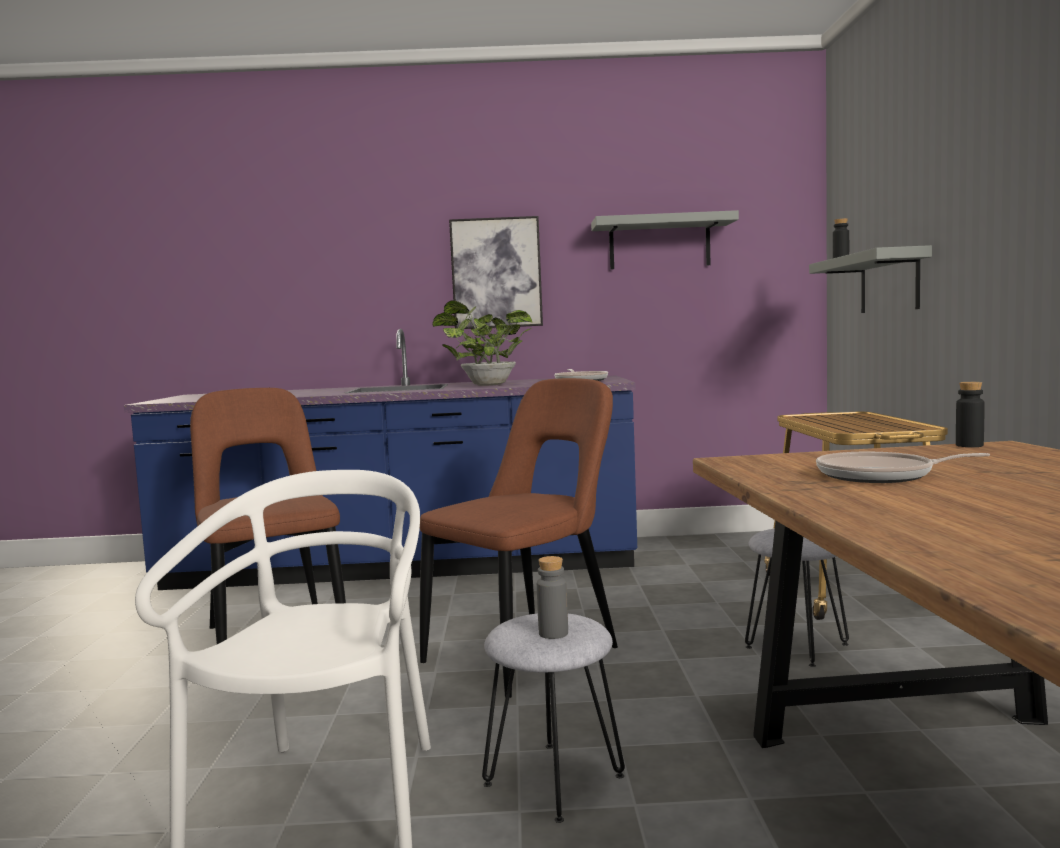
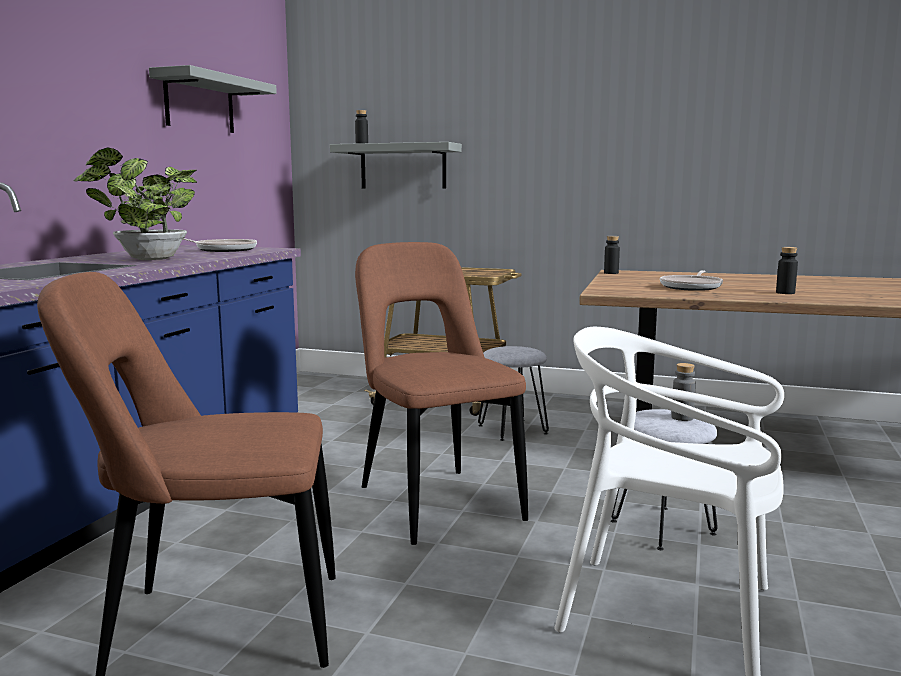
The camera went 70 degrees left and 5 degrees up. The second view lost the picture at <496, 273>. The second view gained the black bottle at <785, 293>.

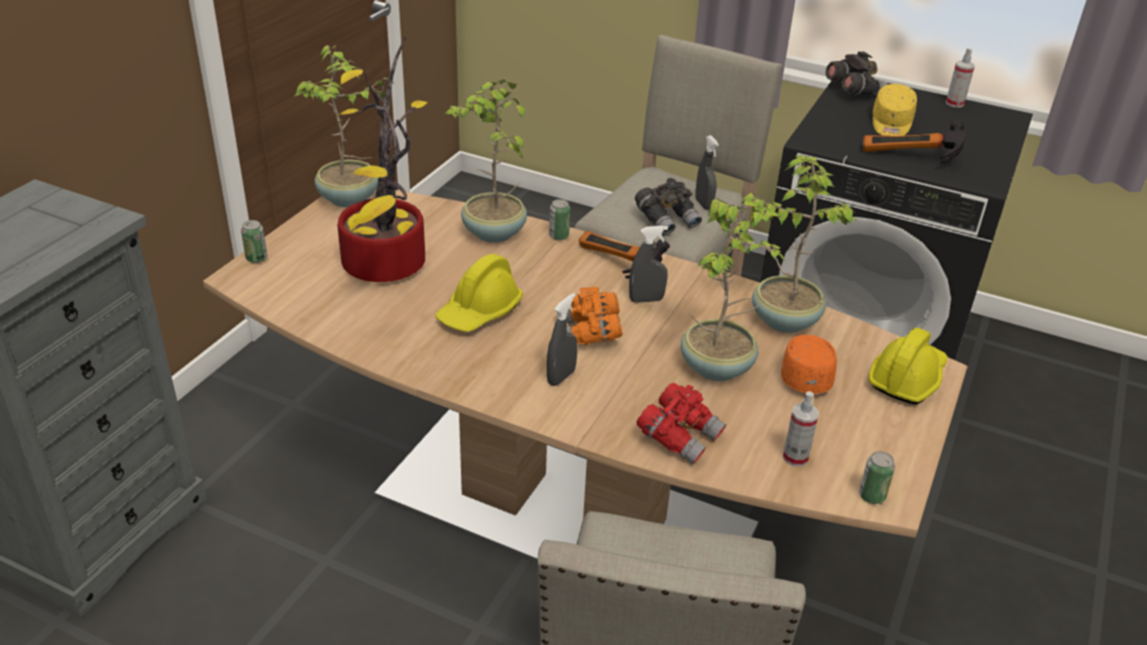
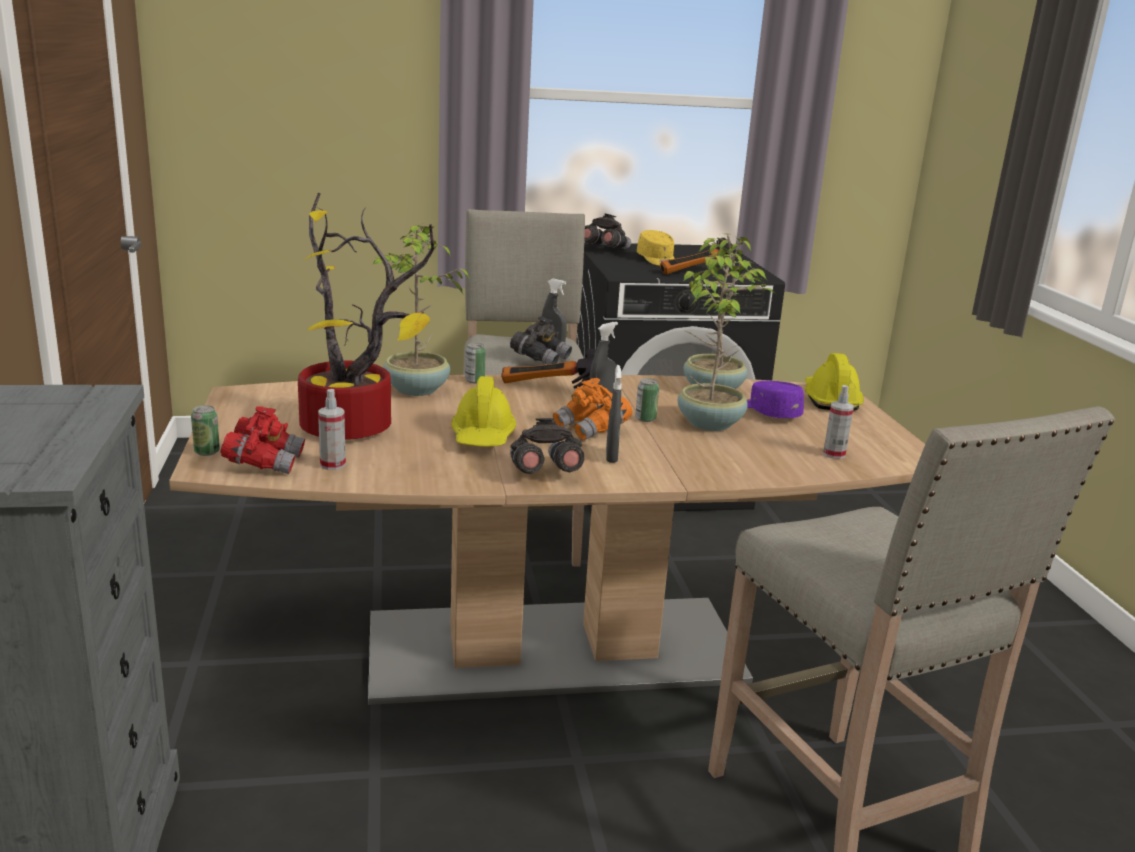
The camera went 35 degrees left and 15 degrees down. The second view lost the potted plant at <349, 199>. The second view gained the grey binoculars at <543, 473>. The red binoculars ended up elsewhere, having gone from <679, 437> to <264, 463>. The can ended up elsewhere, having gone from <871, 496> to <645, 419>. The spray bottle ended up elsewhere, having gone from <954, 103> to <332, 465>. What was the orange cap at <805, 373> turned into the purple cap at <770, 412>.

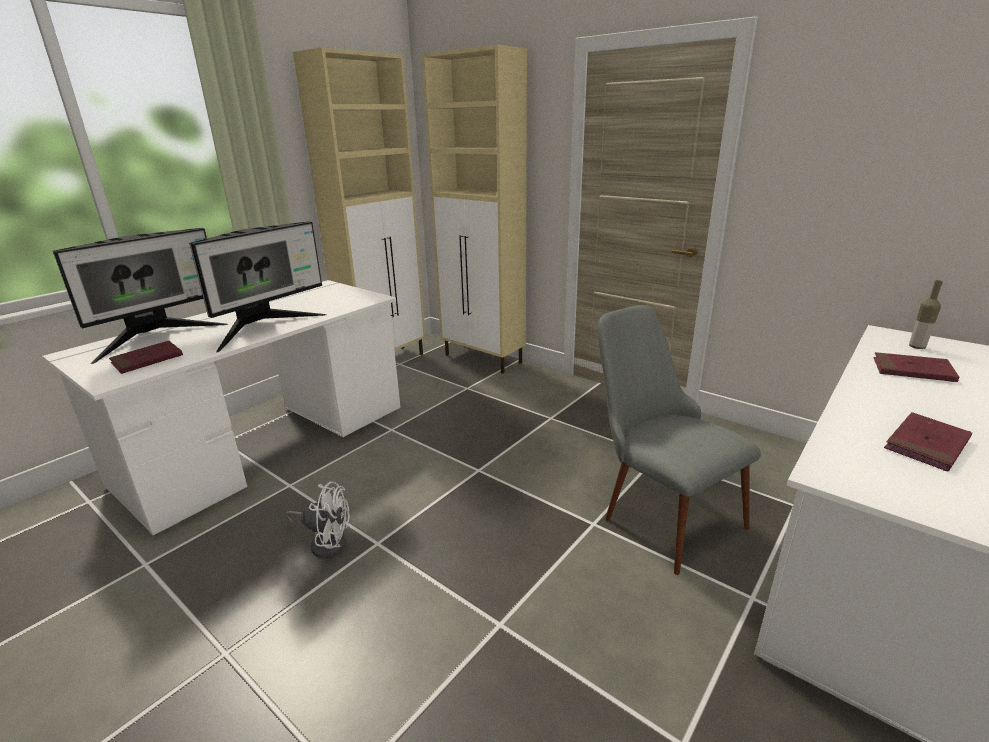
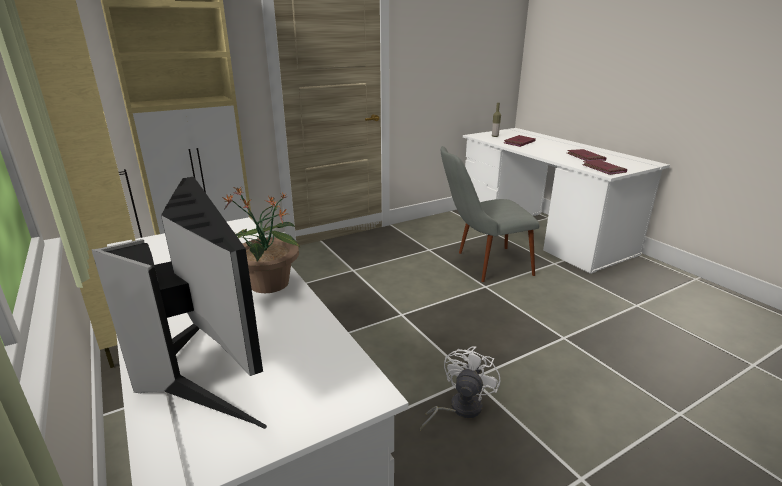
The camera went 70 degrees left and 0 degrees up. The red book ended up elsewhere, having gone from <147, 360> to <603, 169>. Where the monitor stood at <266, 328>, the potted plant came to stand at <269, 284>.

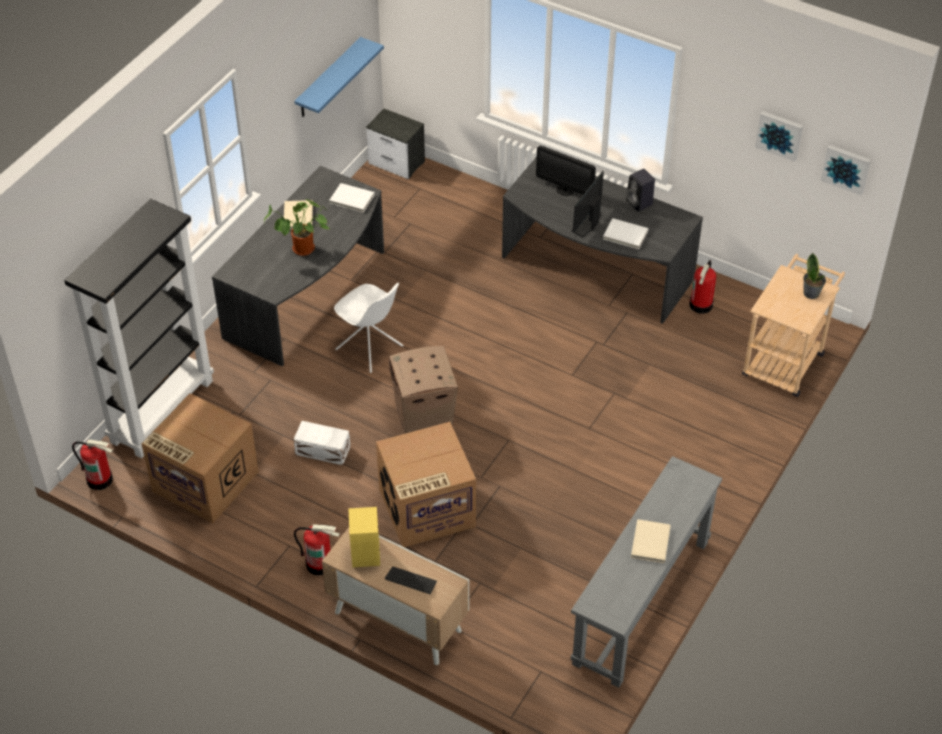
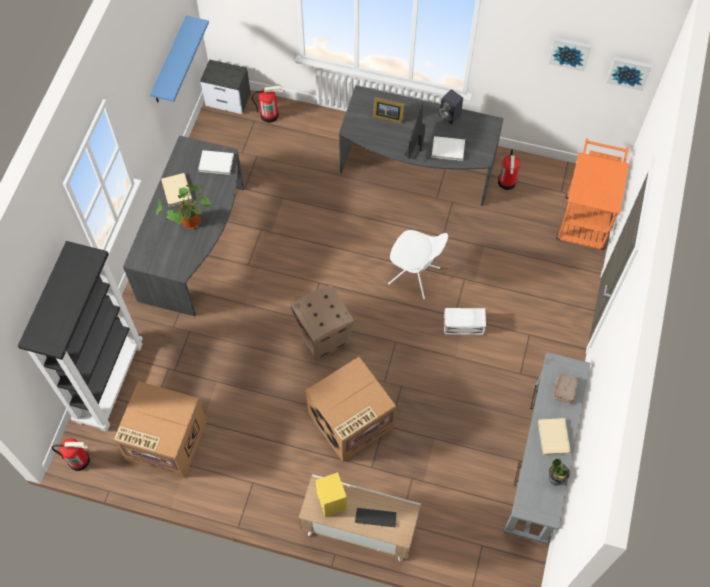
The camera went 15 degrees left and 15 degrees up. The second view gained the brown book at <565, 390>. The white storage box ended up elsewhere, having gone from <323, 451> to <464, 326>. The fire extinguisher ended up elsewhere, having gone from <319, 564> to <269, 115>. The white chair ended up elsewhere, having gone from <370, 348> to <415, 276>. The potted plant ended up elsewhere, having gone from <811, 293> to <556, 478>. Where the monitor stood at <565, 190>, the picture frame came to stand at <387, 116>. What was the beige cart at <786, 359> turned into the orange cart at <585, 217>.

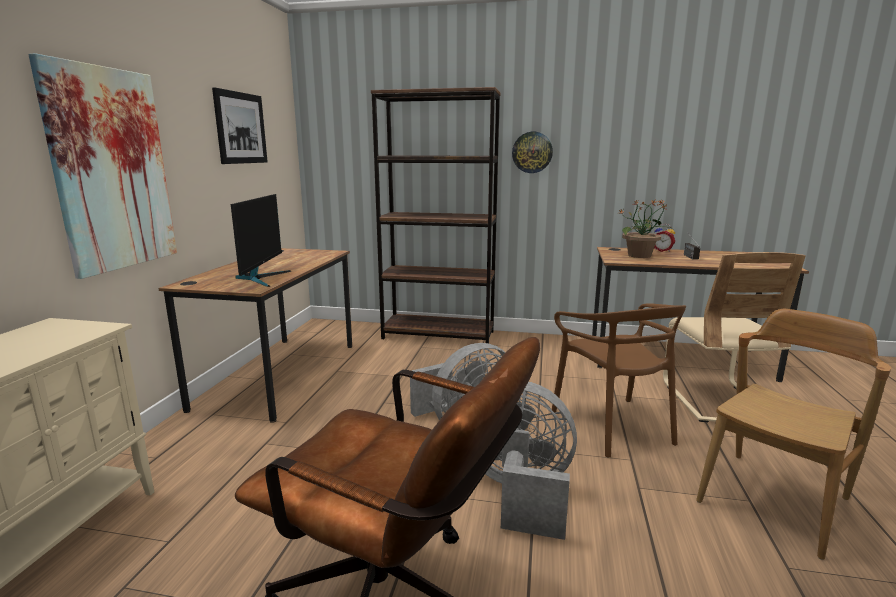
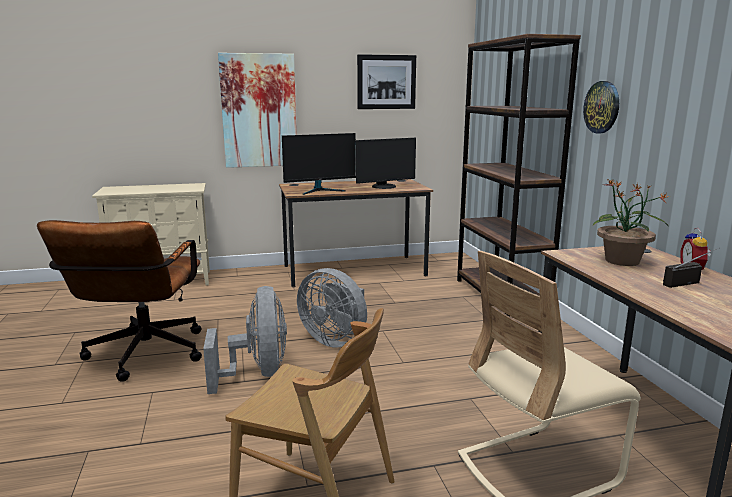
The camera went 65 degrees right and 0 degrees up. The second view lost the brown chair at <613, 425>. The second view gained the monitor at <384, 187>.

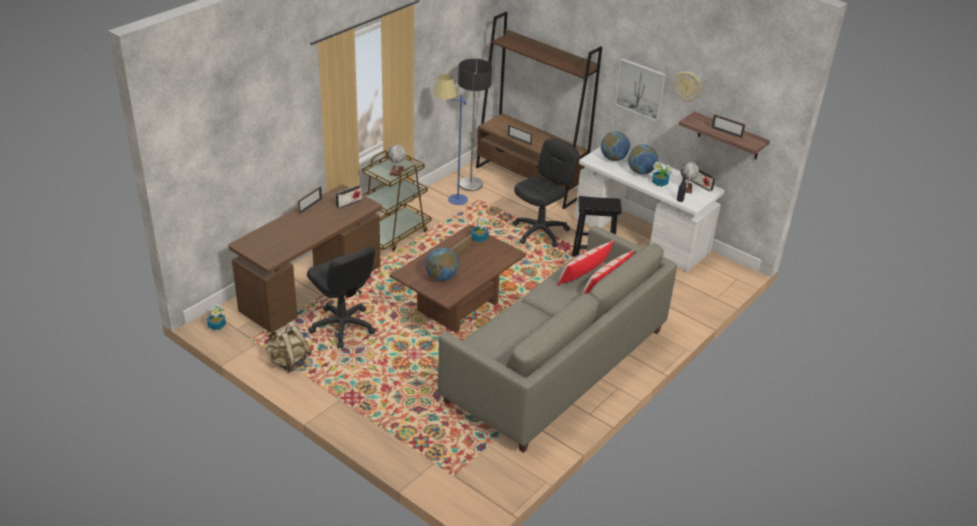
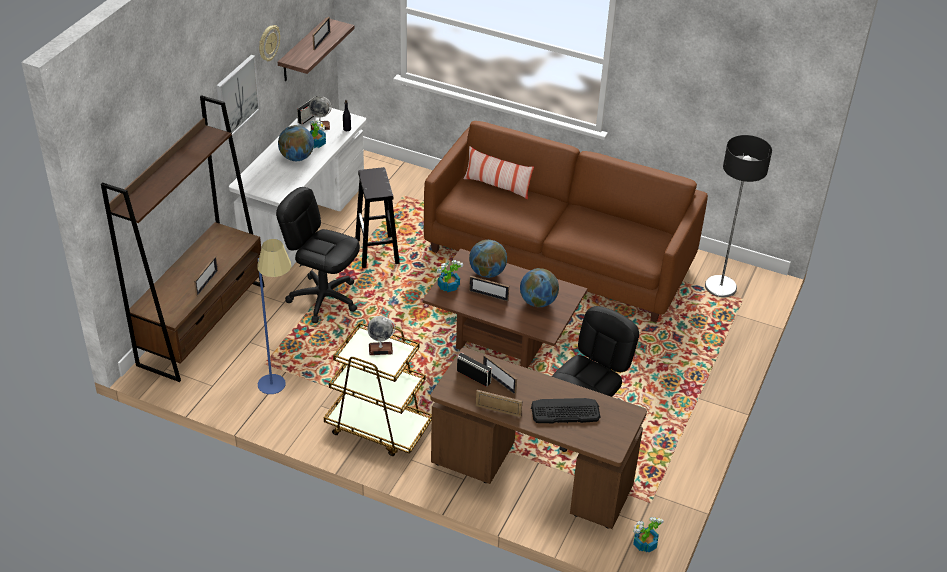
The camera went 105 degrees left and 5 degrees up. The second view lost the beige backpack at <288, 362>. The second view lost the pillow at <583, 274>. The second view gained the picture frame at <499, 382>. The second view gained the keyboard at <565, 411>. The floor lamp ended up elsewhere, having gone from <470, 184> to <720, 287>. The globe ended up elsewhere, having gone from <613, 158> to <487, 273>. What was the grey sofa at <556, 365> turned into the brown sofa at <559, 257>.

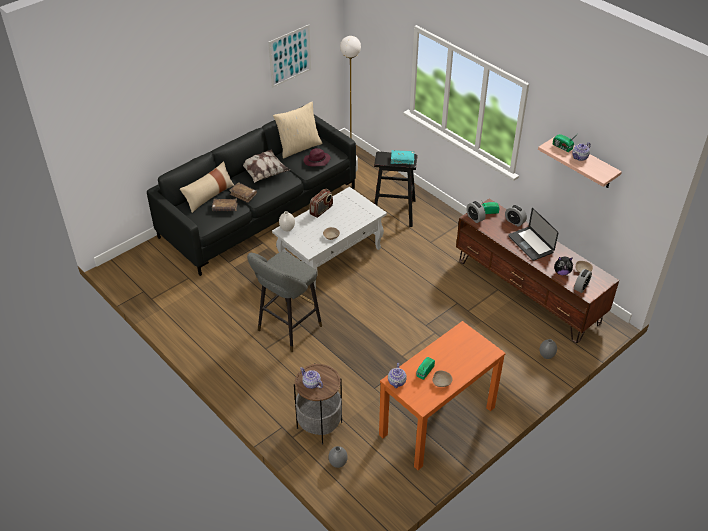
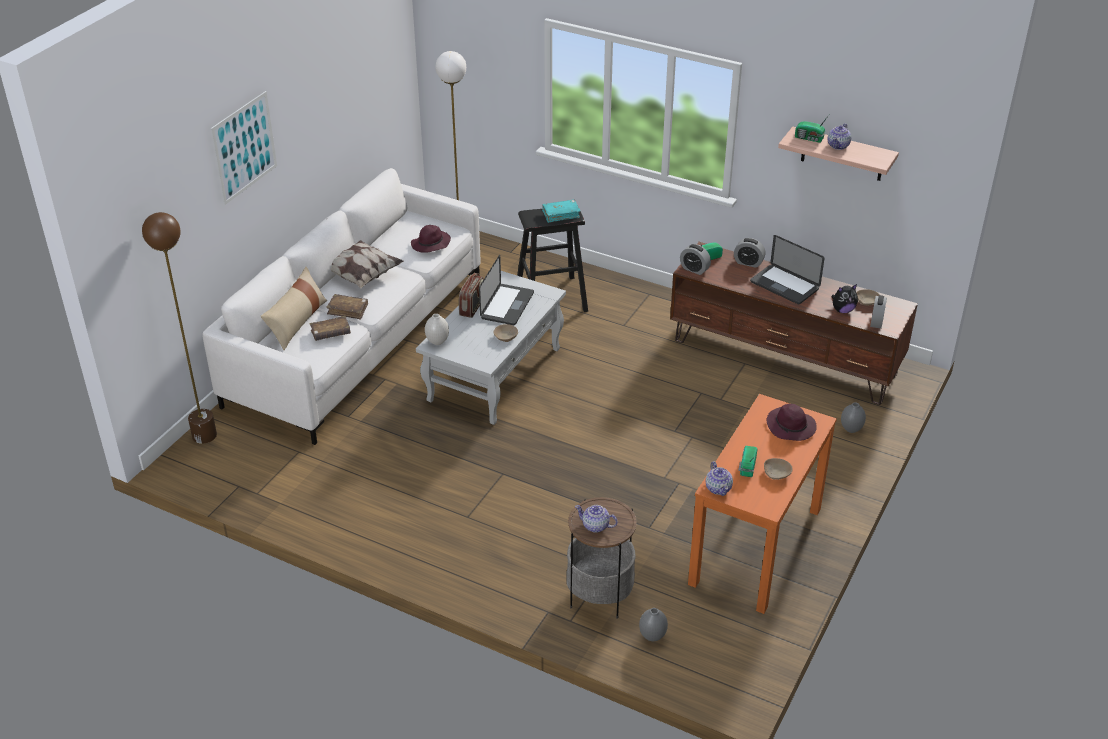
The camera went 20 degrees left and 5 degrees down. The second view lost the grey stool at <287, 330>. The second view lost the beige pillow at <299, 147>. The second view gained the brown floor lamp at <204, 435>. The second view gained the laptop at <507, 305>. The second view gained the purple hat at <791, 427>. The picture ended up elsewhere, having gone from <290, 56> to <244, 147>. What was the black sofa at <259, 212> turned into the white sofa at <357, 340>.

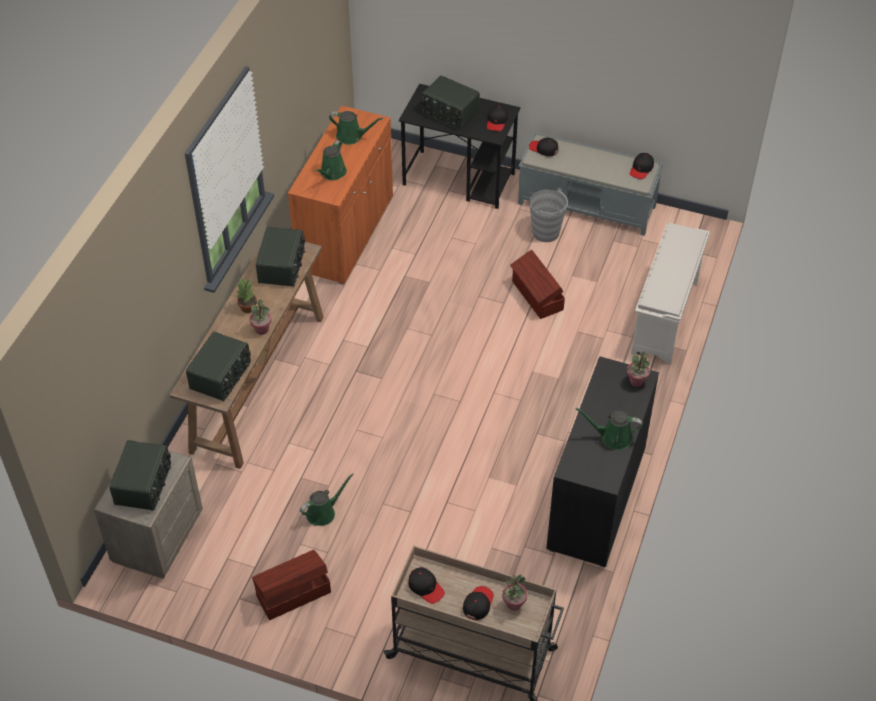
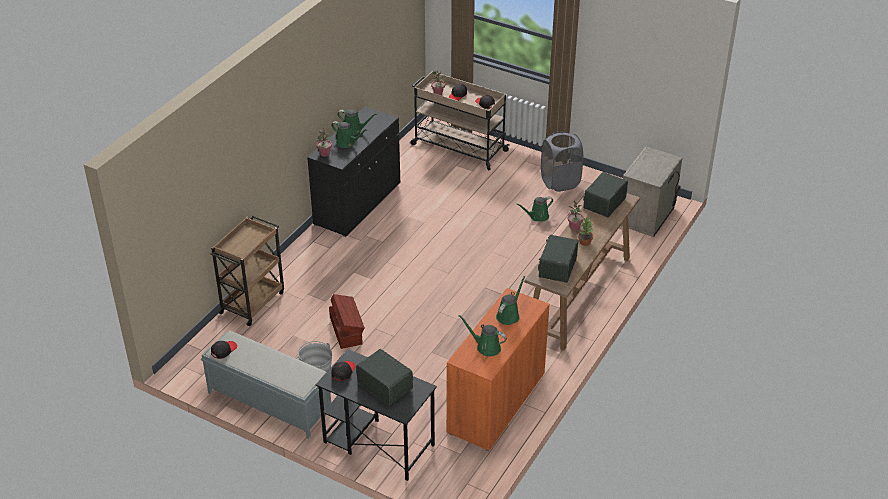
The camera went 170 degrees left and 10 degrees down. The second view lost the radio at <144, 485>. The second view lost the black cap at <543, 149>. The second view gained the green watering can at <347, 142>. Where the brown storage box stood at <292, 593>, the grey laundry basket came to stand at <560, 182>. Where the white shoe rack stood at <665, 318>, the brown cart came to stand at <253, 302>.

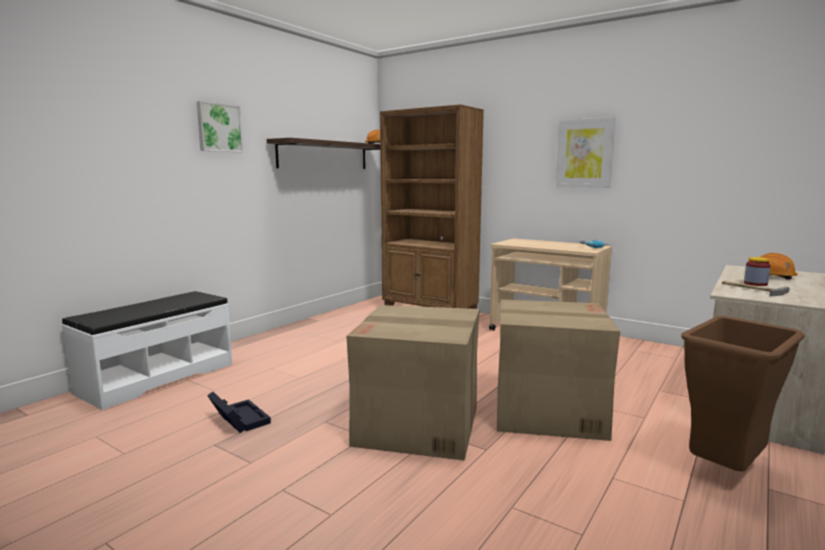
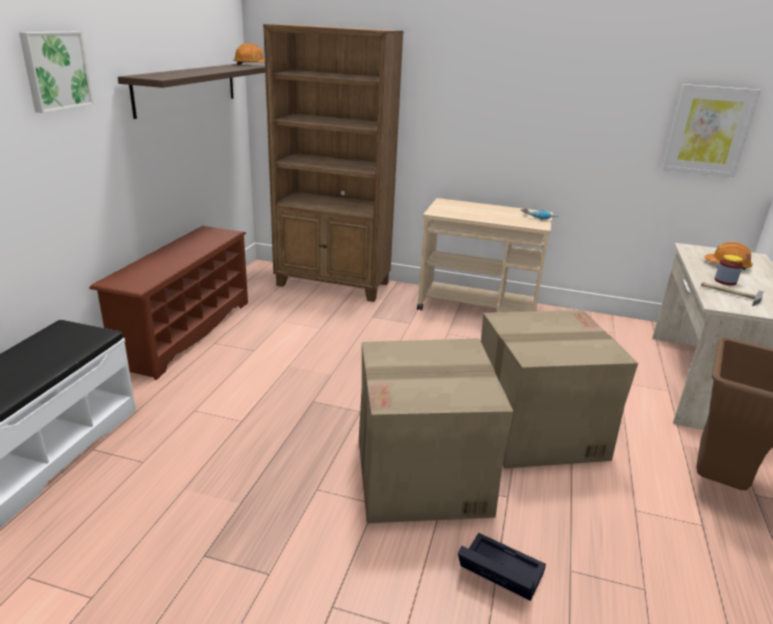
The camera went 20 degrees left and 15 degrees up. The second view gained the brown shoe rack at <185, 332>. The black storage box ended up elsewhere, having gone from <238, 419> to <497, 572>. The picture ended up elsewhere, having gone from <584, 153> to <708, 131>.

